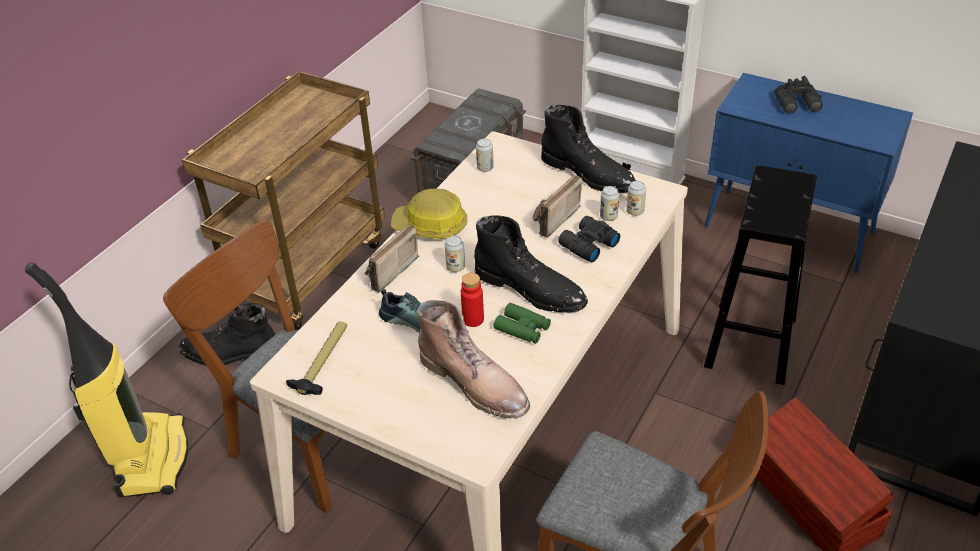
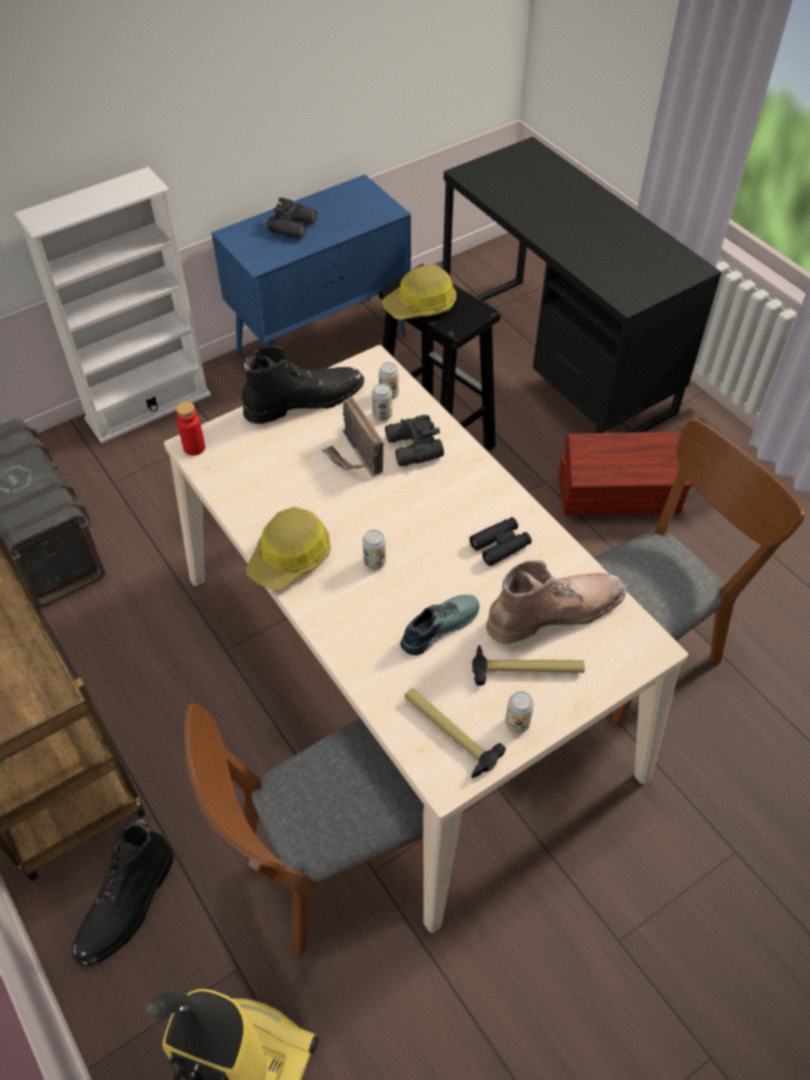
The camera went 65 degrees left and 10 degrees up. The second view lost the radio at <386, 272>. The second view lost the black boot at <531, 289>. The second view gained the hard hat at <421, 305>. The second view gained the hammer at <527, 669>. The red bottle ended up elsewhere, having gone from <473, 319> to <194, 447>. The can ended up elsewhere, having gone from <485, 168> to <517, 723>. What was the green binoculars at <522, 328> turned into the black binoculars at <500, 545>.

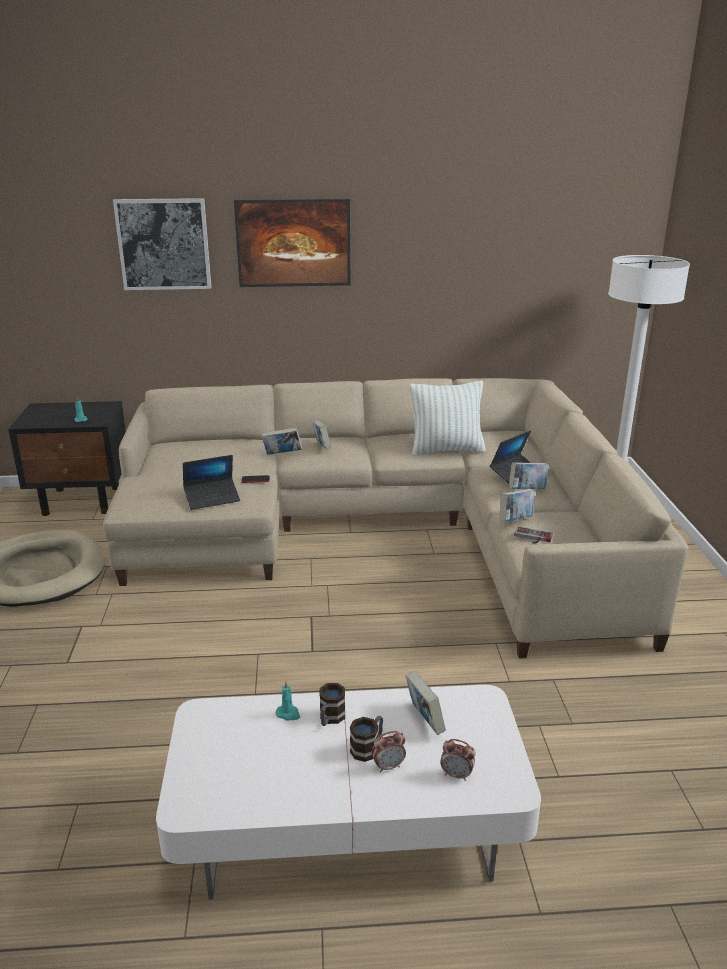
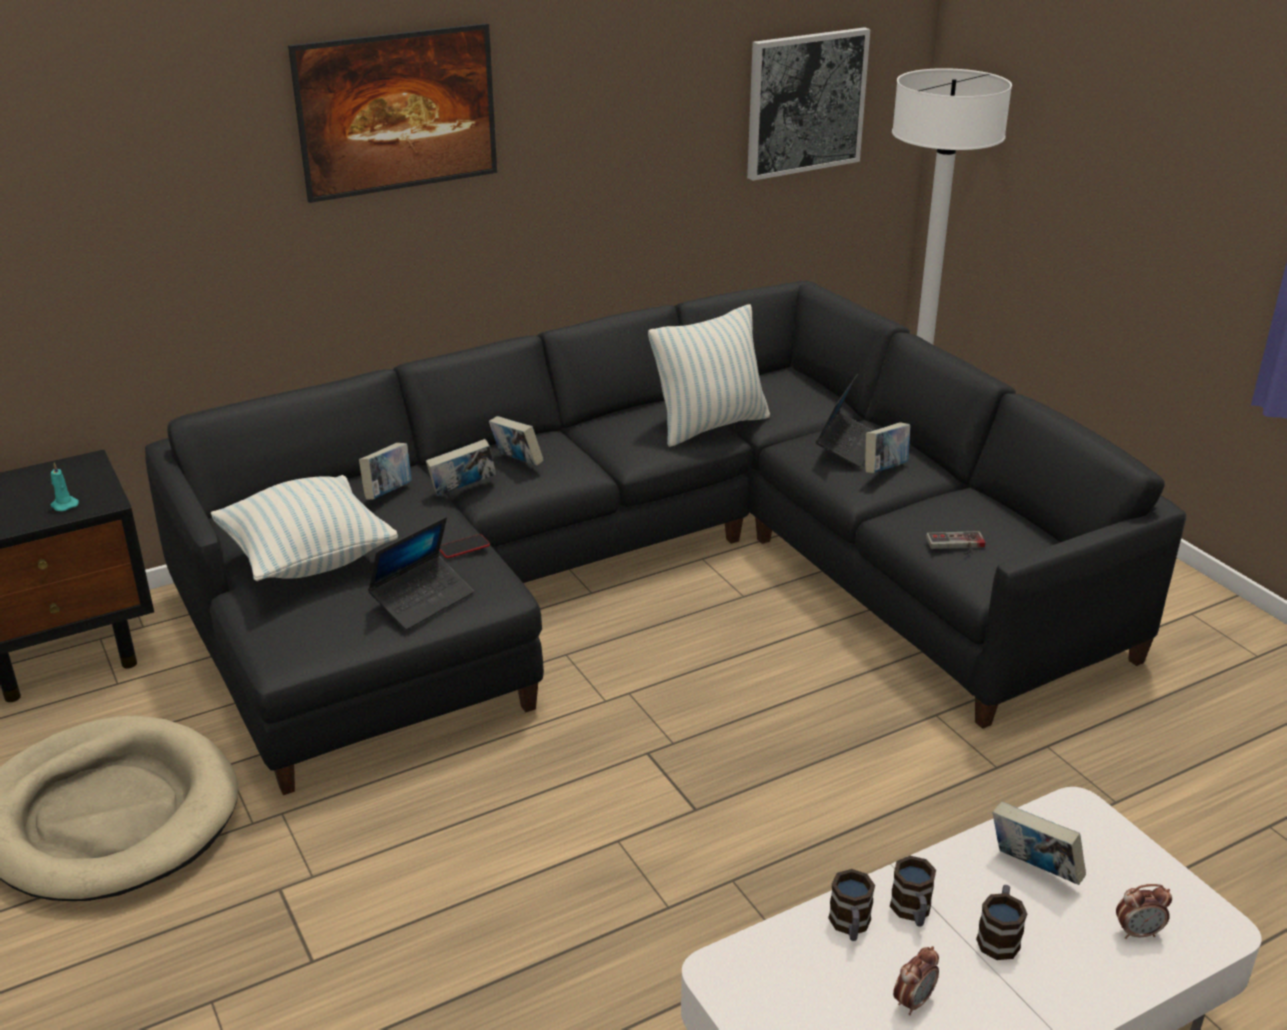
The camera went 25 degrees left and 5 degrees up. The second view gained the pillow at <308, 559>. The picture ended up elsewhere, having gone from <164, 244> to <805, 103>. The alarm clock ended up elsewhere, having gone from <388, 766> to <913, 1001>. The book ended up elsewhere, having gone from <515, 520> to <388, 493>. Where the turquoise candle stood at <288, 714>, the mug came to stand at <850, 926>. What was the beige sofa at <385, 531> turned into the black sofa at <643, 577>.

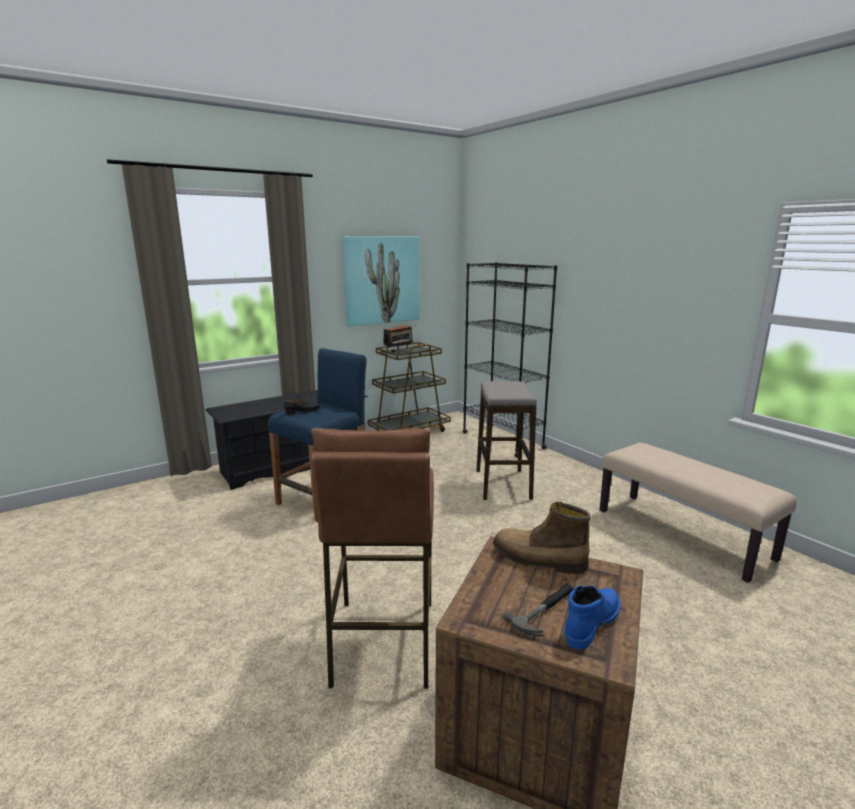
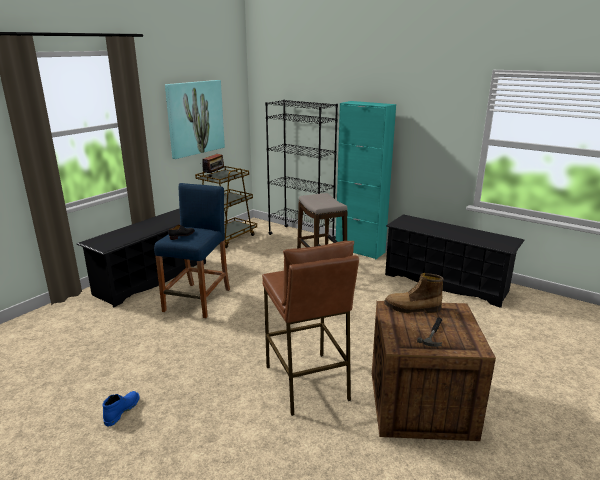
The camera went 20 degrees left and 5 degrees up. The second view gained the turquoise cabinet at <360, 250>. The blue boot ended up elsewhere, having gone from <590, 623> to <121, 411>. Where the beige bench stood at <683, 534>, the black shoe rack came to stand at <446, 283>.

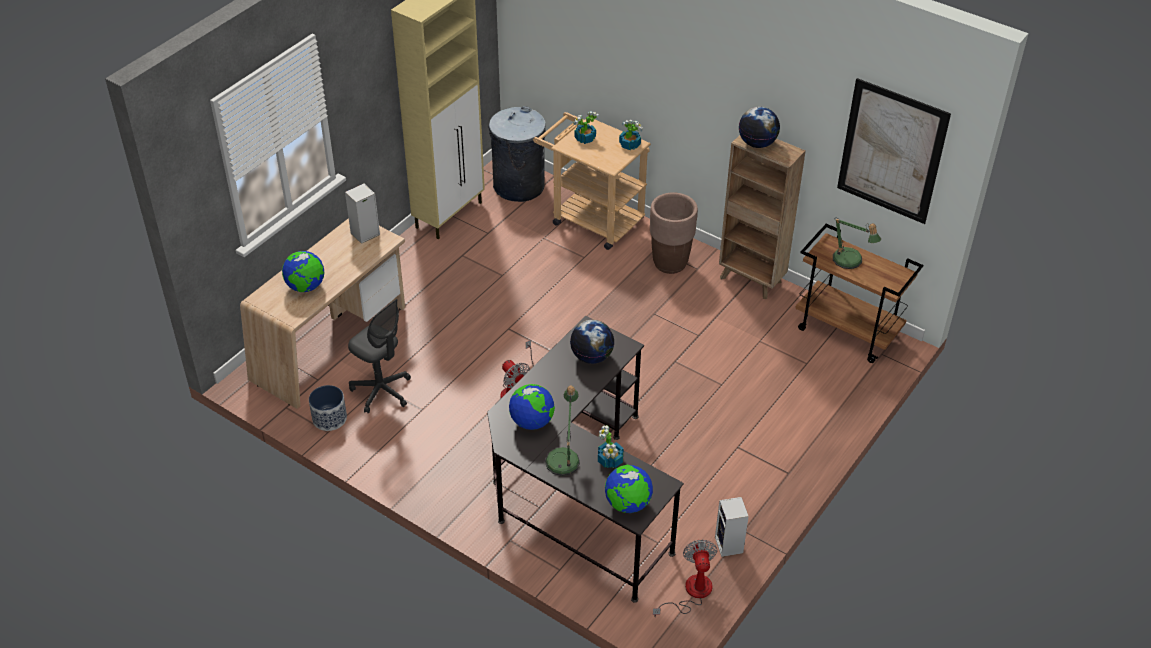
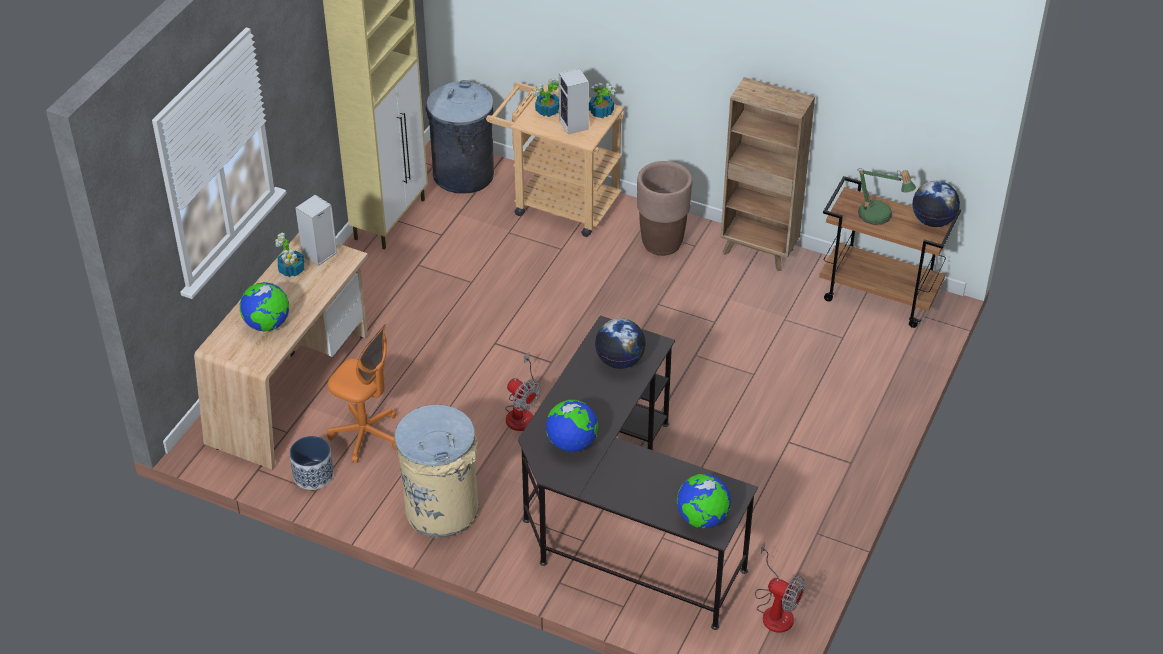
The camera went 10 degrees left and 0 degrees up. The second view lost the table lamp at <564, 457>. The second view lost the picture at <891, 152>. The second view gained the beige trash can at <442, 509>. The potted plant ended up elsewhere, having gone from <610, 460> to <291, 270>. The speaker ended up elsewhere, having gone from <729, 546> to <574, 125>. The globe ended up elsewhere, having gone from <757, 143> to <933, 221>. What was the grey office chair at <381, 391> turned into the orange office chair at <366, 435>. The fan at <691, 593> ended up facing another way, 135 degrees clockwise from before.

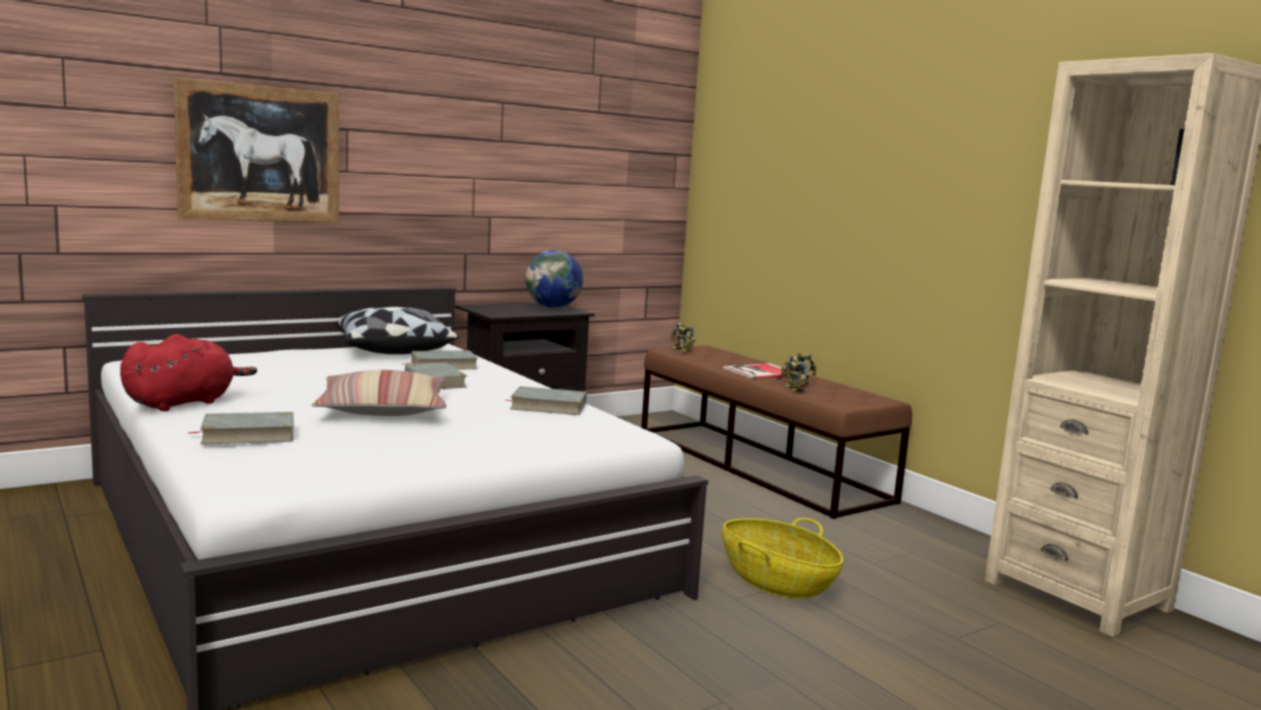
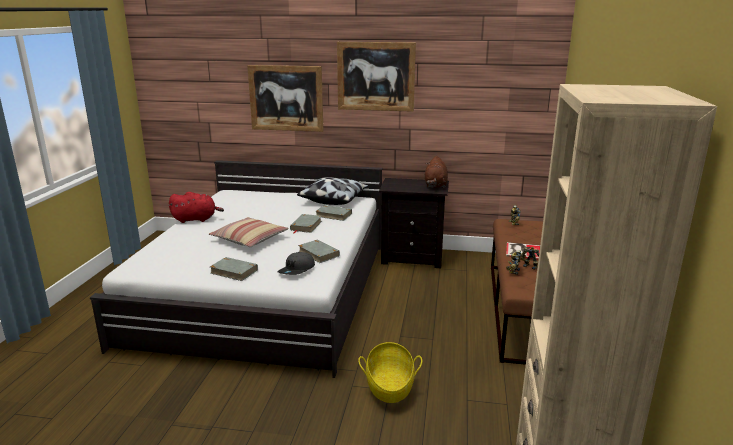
The camera went 45 degrees right and 10 degrees up. The second view gained the grey cap at <297, 270>. The second view gained the picture at <376, 76>. The grey book ended up elsewhere, having gone from <248, 434> to <234, 271>. Where the globe stood at <553, 307>, the brown plush toy came to stand at <435, 185>.

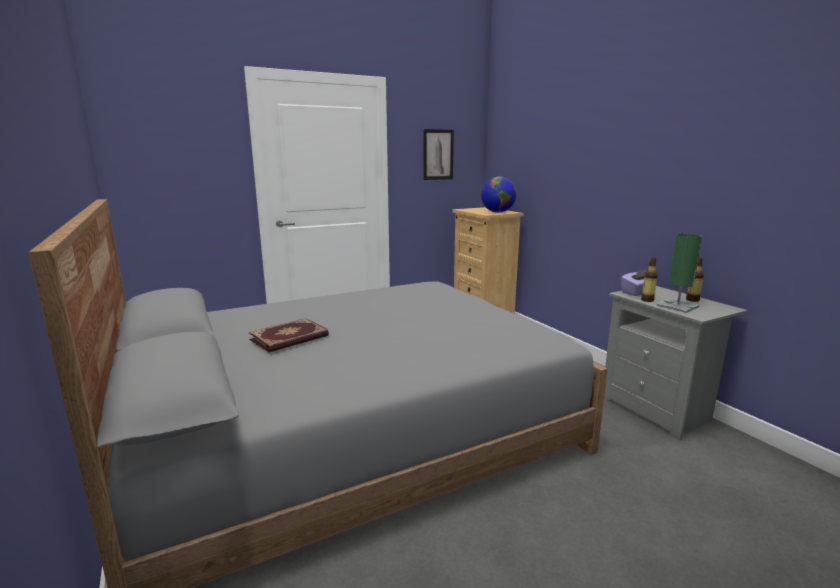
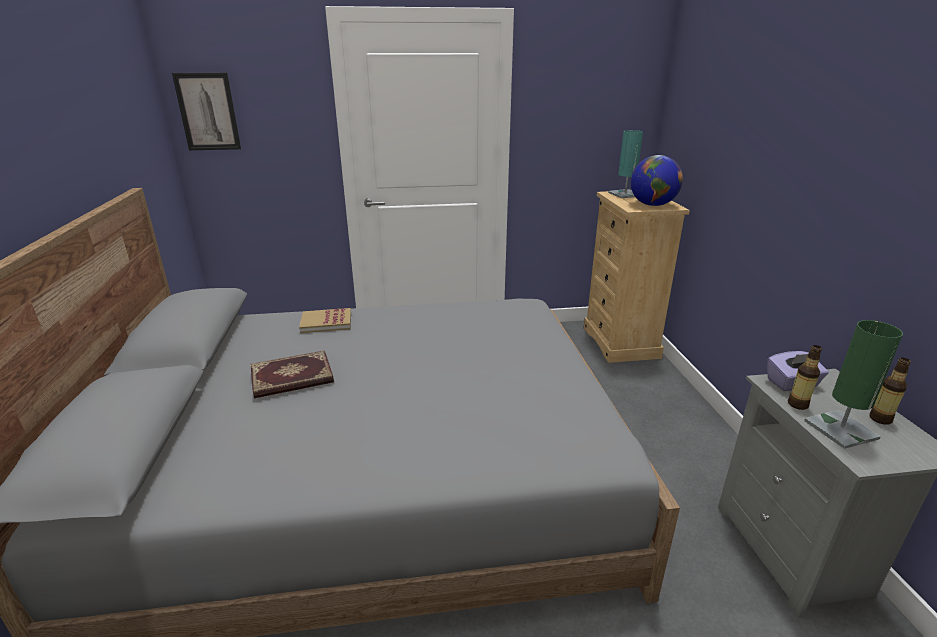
The camera went 20 degrees right and 10 degrees up. The second view gained the book at <326, 322>. The second view gained the turquoise table lamp at <625, 194>. The picture ended up elsewhere, having gone from <438, 154> to <208, 112>.

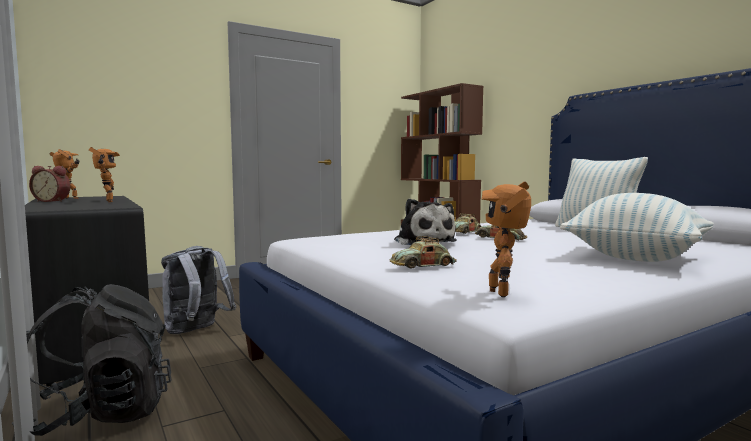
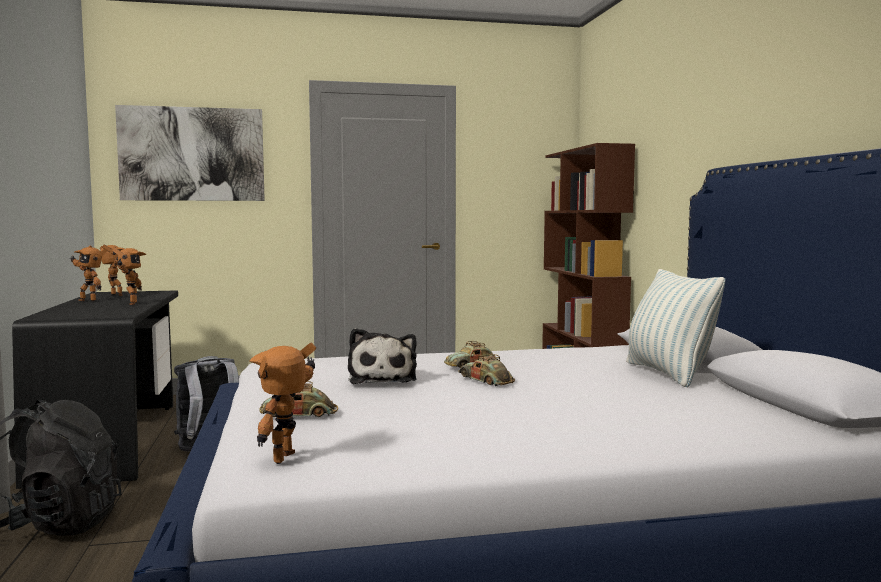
The camera went 20 degrees right and 0 degrees up. The second view lost the pillow at <636, 258>. The second view gained the picture at <192, 154>. Where the alarm clock stood at <53, 201>, the toy robot came to stand at <89, 300>.

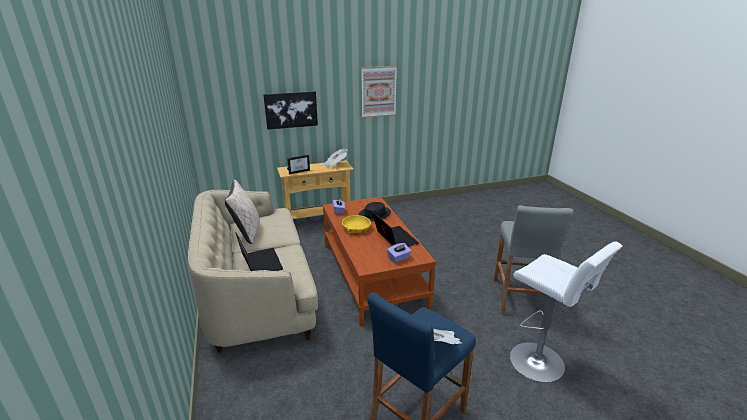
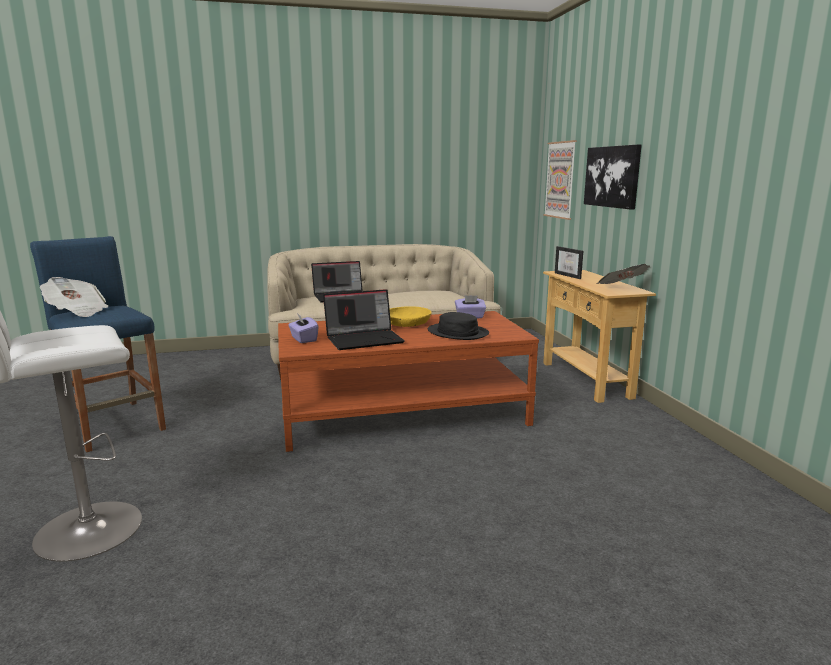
The camera went 95 degrees right and 10 degrees down. The second view lost the beige pillow at <247, 232>. The second view lost the grey stool at <518, 297>. The picture ended up elsewhere, having gone from <378, 91> to <560, 180>.

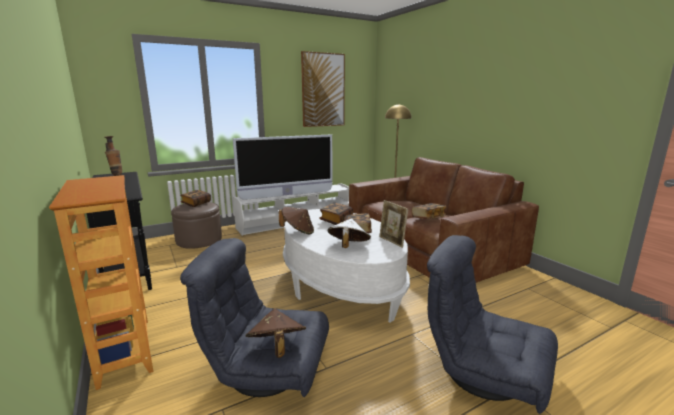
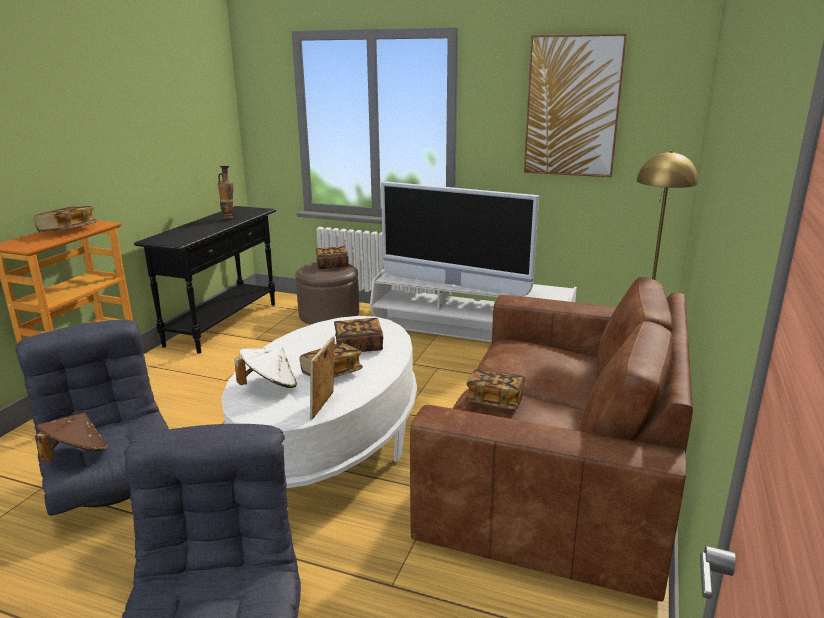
The camera went 50 degrees right and 5 degrees up. The second view lost the brown hat at <298, 232>. The second view gained the book at <68, 230>.

